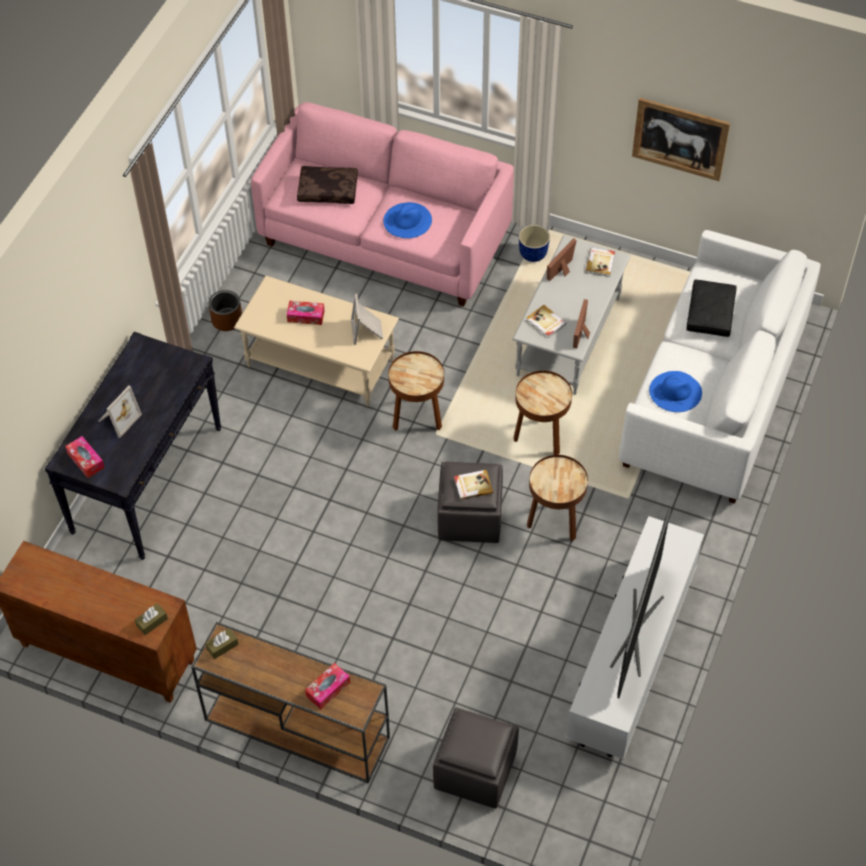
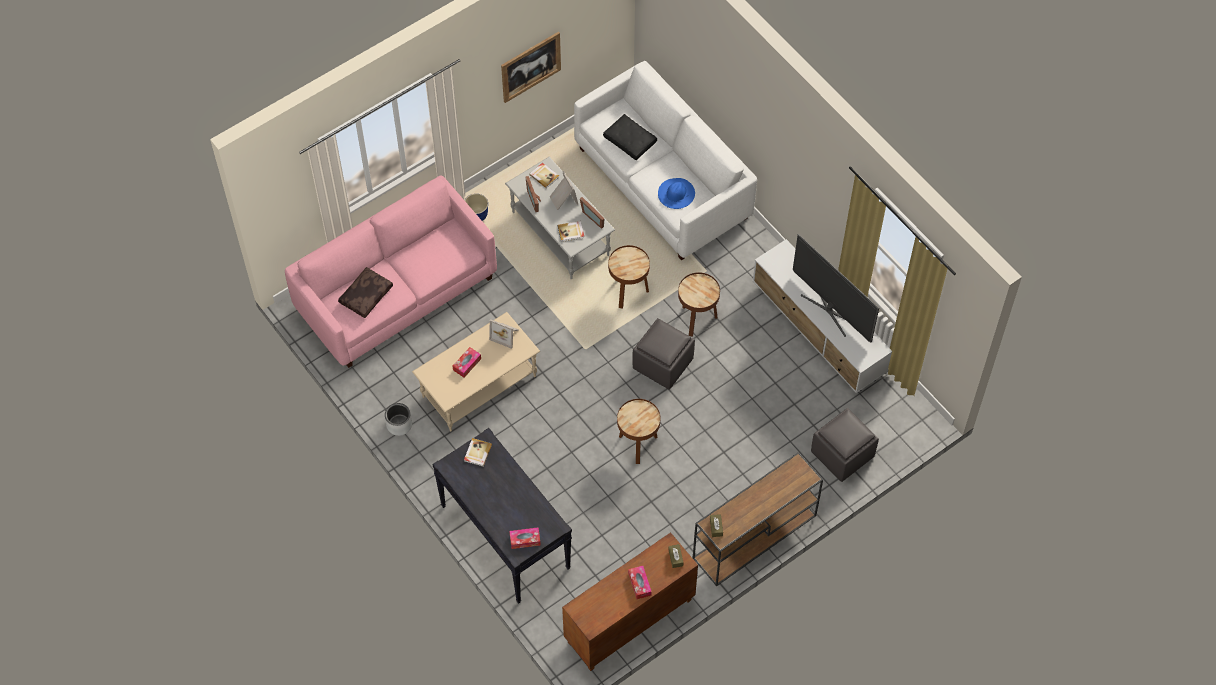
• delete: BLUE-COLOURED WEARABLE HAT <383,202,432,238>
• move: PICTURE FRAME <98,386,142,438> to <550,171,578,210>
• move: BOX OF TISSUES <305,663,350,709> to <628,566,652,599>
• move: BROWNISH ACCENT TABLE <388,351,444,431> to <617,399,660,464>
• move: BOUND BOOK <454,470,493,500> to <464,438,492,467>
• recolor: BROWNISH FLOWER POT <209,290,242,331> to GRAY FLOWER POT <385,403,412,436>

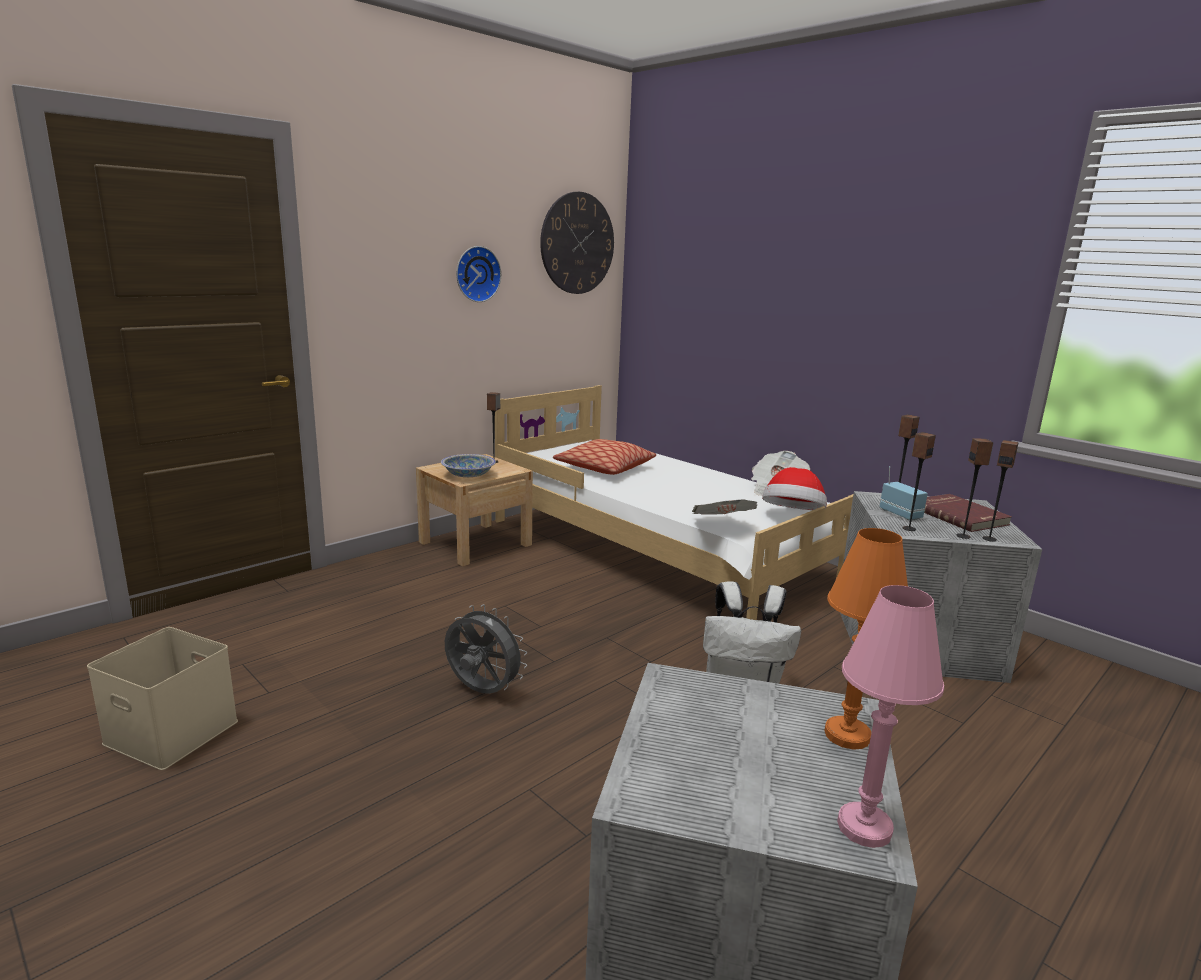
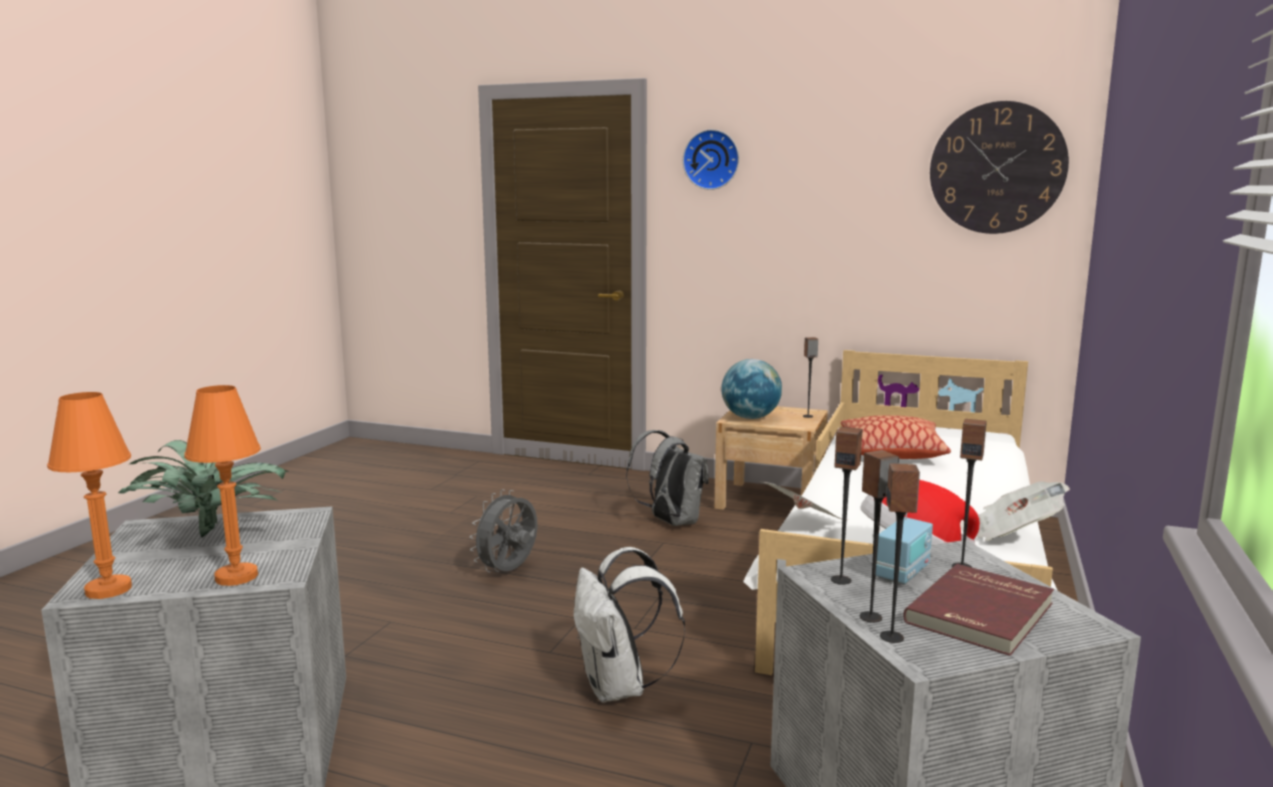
• delete: BEIGE STORAGE BOX <87,627,238,770>
• insert: PLANT IN A POT <118,440,288,537>
• insert: GRAY BACKPACK <626,430,709,526>
• move: WALL CLOCK <456,246,501,302> to <683,129,739,190>
• replace: SERVING BOWL <441,454,496,477> to WORLD GLOBE <721,359,782,419>
• recolor: PINKISH TABLETOP LAMP <837,585,944,848> to ORANGEY TABLETOP LAMP <47,392,132,599>
• rotate: GRAY COOLING FAN <445,604,527,694> = <470,489,537,573> 150 degrees counterclockwise

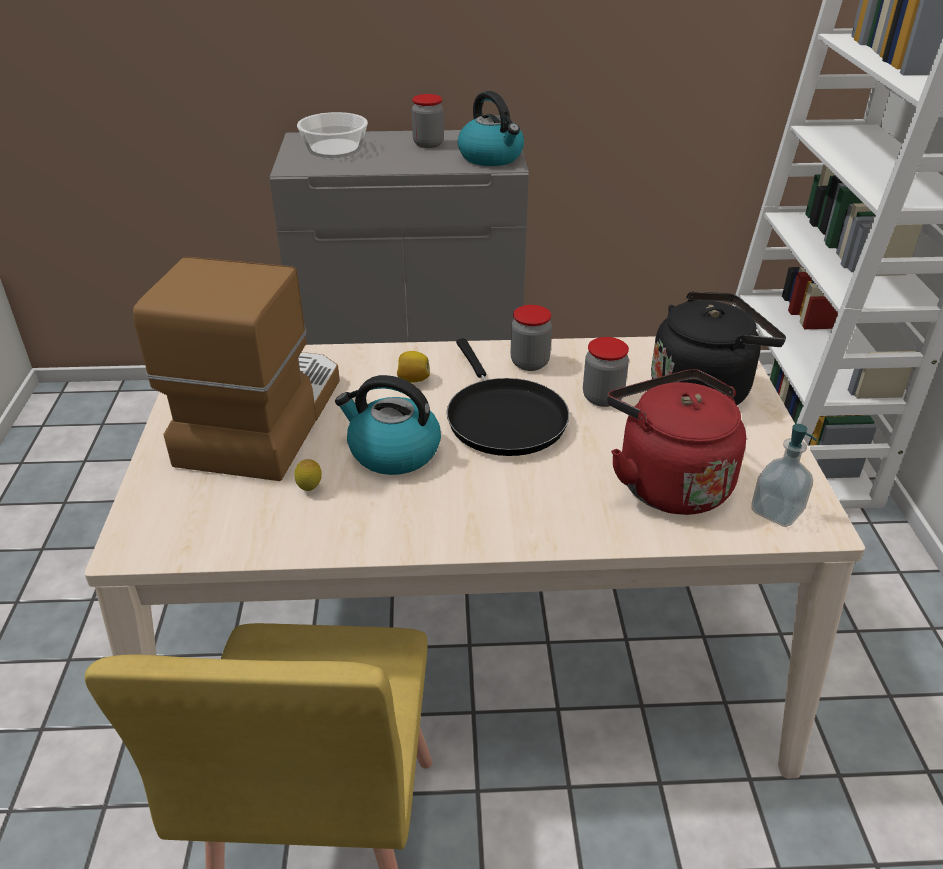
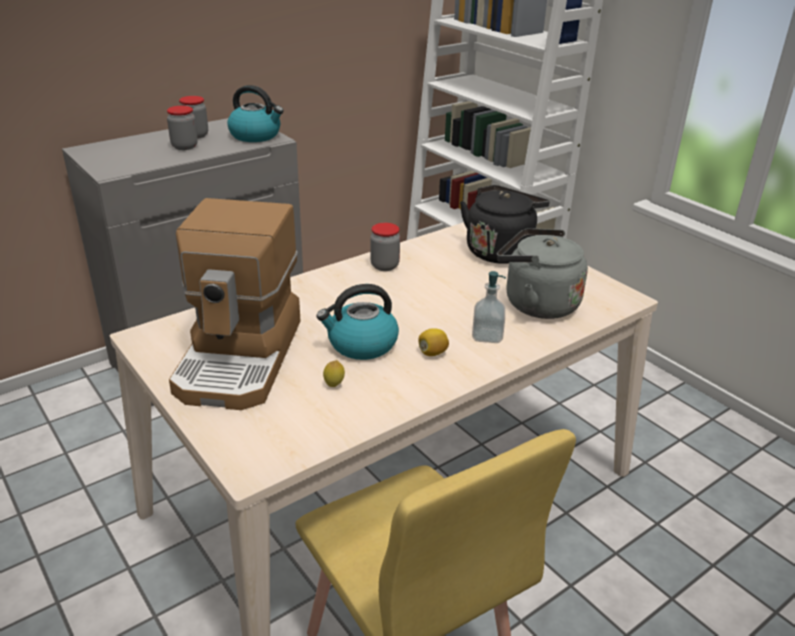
• delete: SERVING BOWL <297,112,368,158>
• delete: BLACK-COLOURED FRYING PAN <447,338,569,456>
• move: LEMON <397,351,430,382> to <418,328,449,356>
• move: PRESERVE JAR <583,337,629,407> to <167,106,198,150>
• move: SOAP DISPENSER <751,424,817,527> to <472,271,506,343>
• recolor: RED KETTLE <607,369,746,515> to GRAY KETTLE <497,228,588,319>
• rotate: COFFEE BREWER <133,257,340,481> = <169,198,300,410> 150 degrees counterclockwise

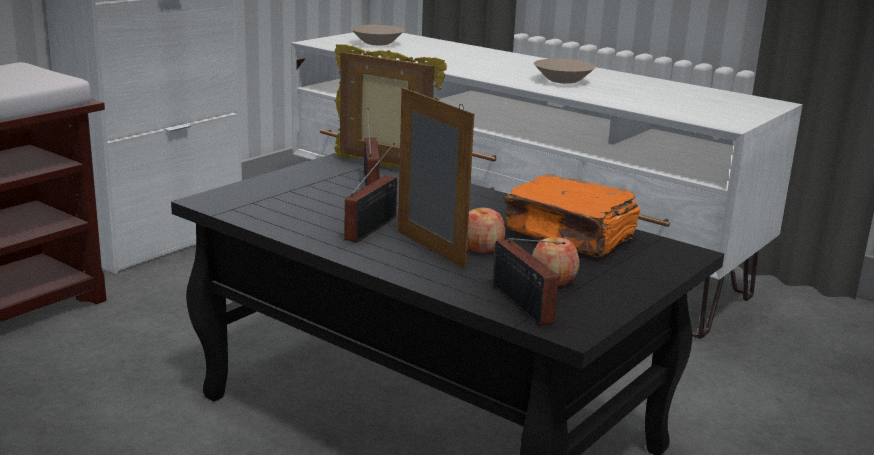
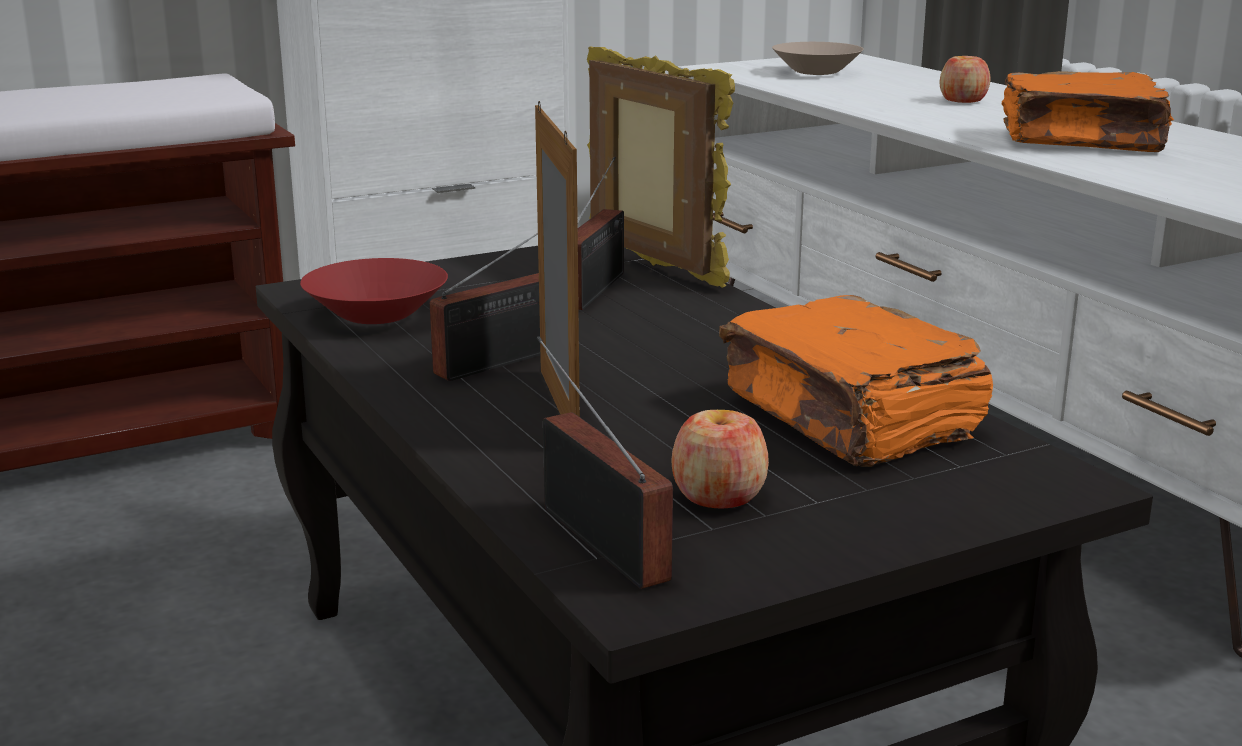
• insert: RED SERVING BOWL <300,258,448,324>
• move: APPLE <467,208,505,253> to <940,56,991,103>
• replace: BEIGE SERVING BOWL <534,59,596,84> to ORANGEY BOUND BOOK <1002,71,1174,152>
• rotate: RADIO SET <493,238,565,326> = <537,336,673,589> 150 degrees clockwise

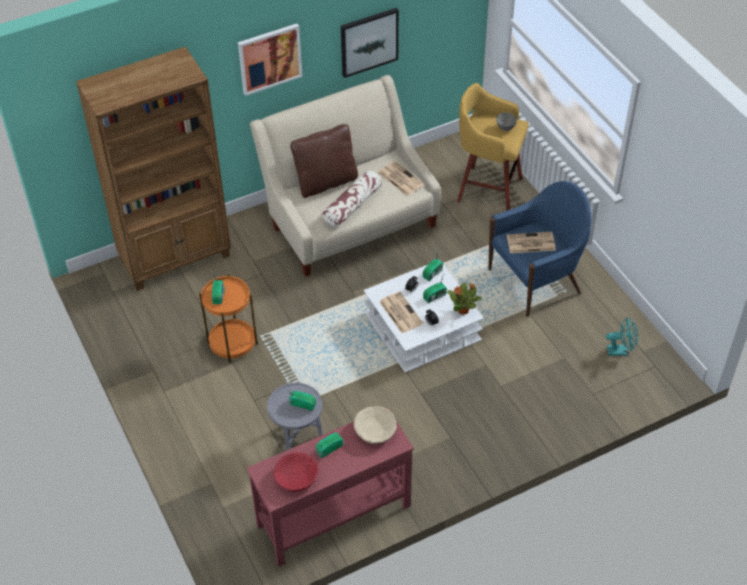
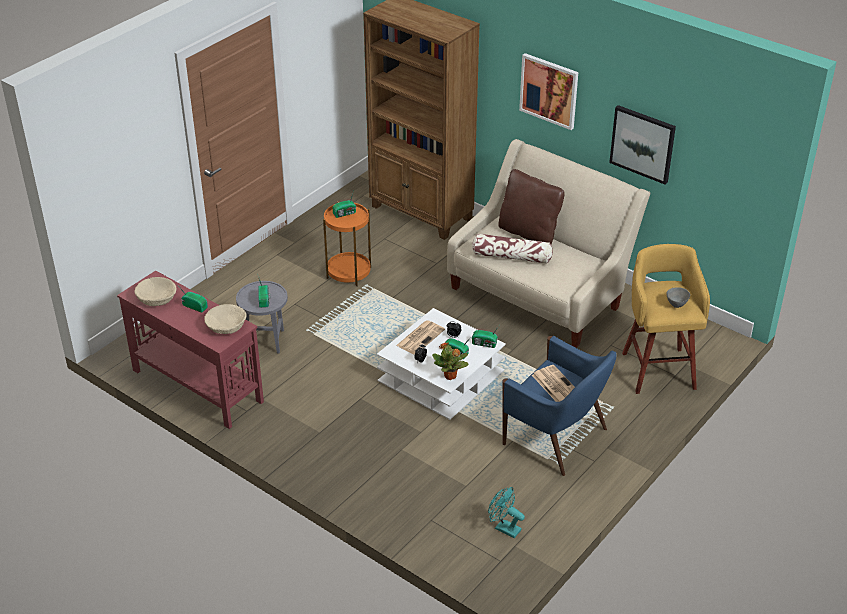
• delete: DAILY PAPER <378,161,424,196>
• recolor: RED SERVING BOWL <274,452,319,492> to BEIGE SERVING BOWL <134,277,176,306>
• rotate: TURQUOISE COOLING FAN <606,317,638,356> = <488,487,525,538> 150 degrees clockwise

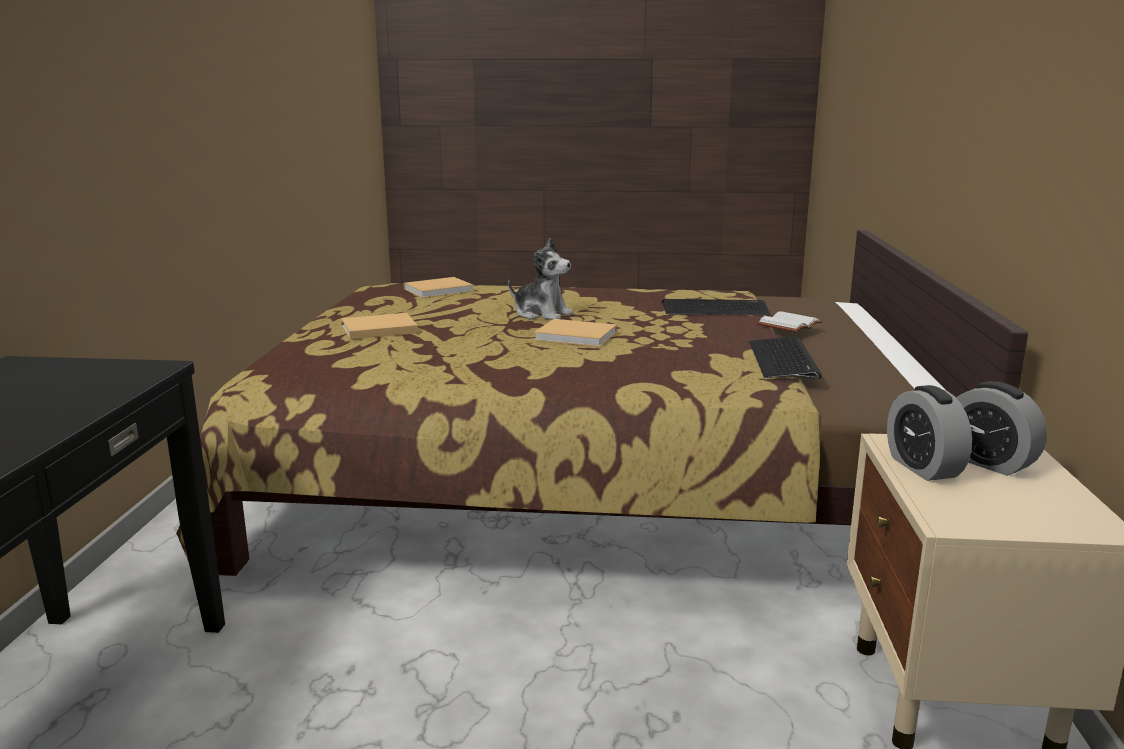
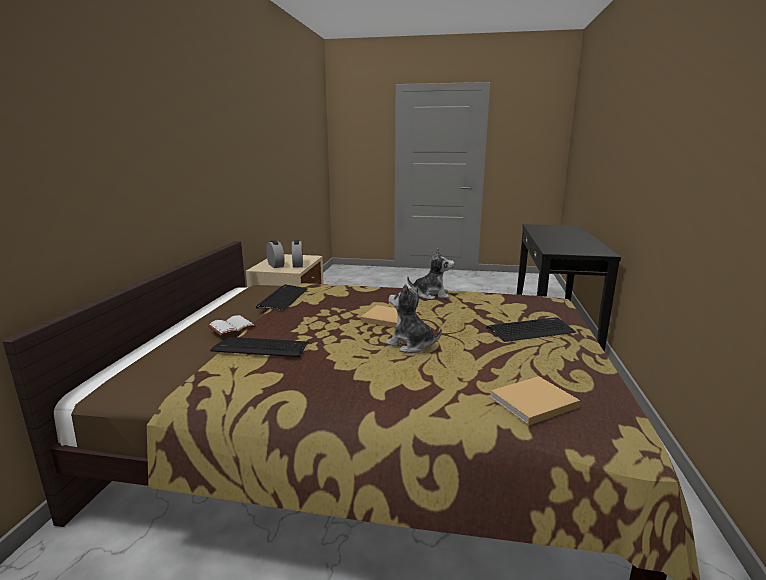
• insert: PLUSH TOY <407,248,455,300>
• replace: BEIGE BOUND BOOK <342,313,418,340> to KEYBOARD <486,318,576,342>

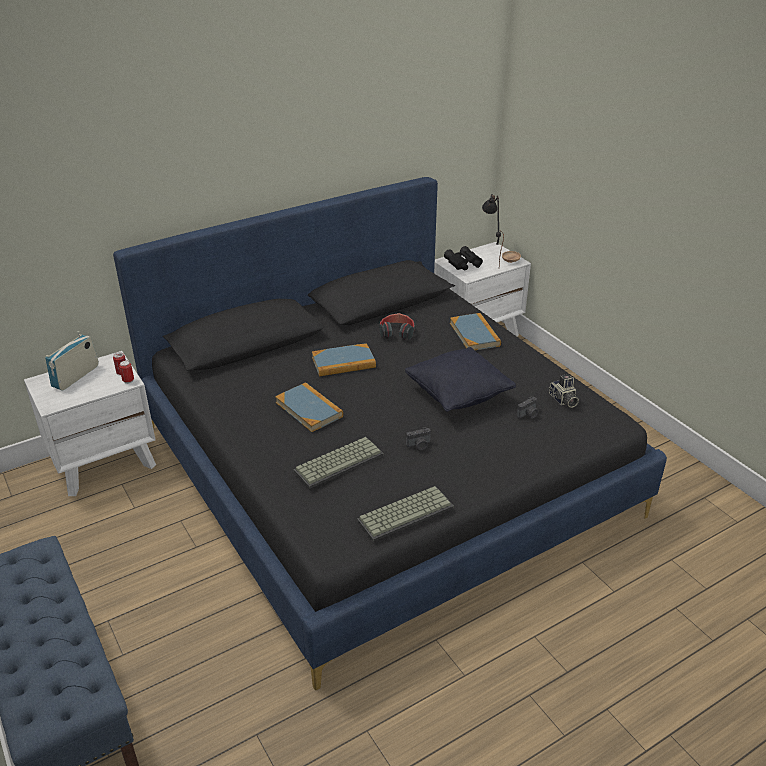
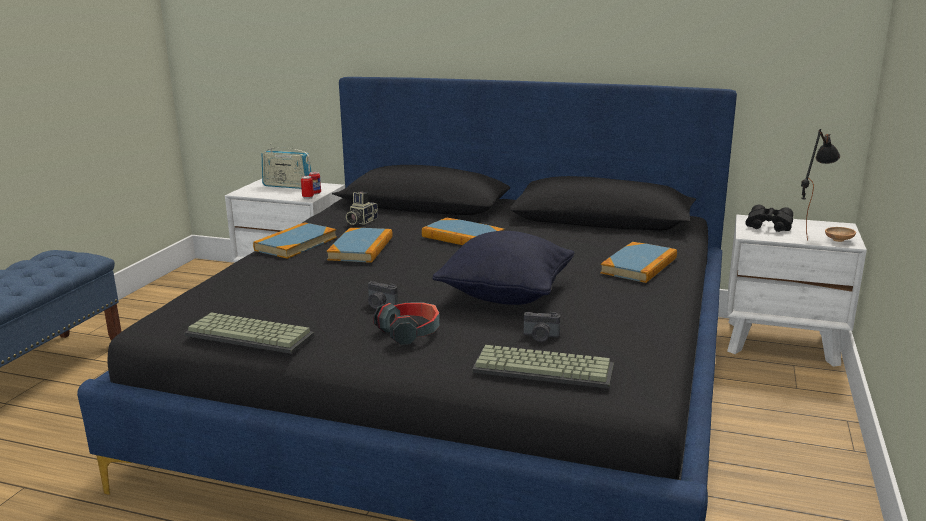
• insert: BOUND BOOK <253,222,337,259>
• move: KEYBOARD <294,437,384,489> to <472,345,614,389>
• move: HEADSET <380,313,414,340> to <373,303,440,345>
• move: PHOTO CAMERA <548,374,579,408> to <346,192,378,225>
• rotate: RADIO SET <46,331,99,391> = <262,143,312,189> 150 degrees counterclockwise

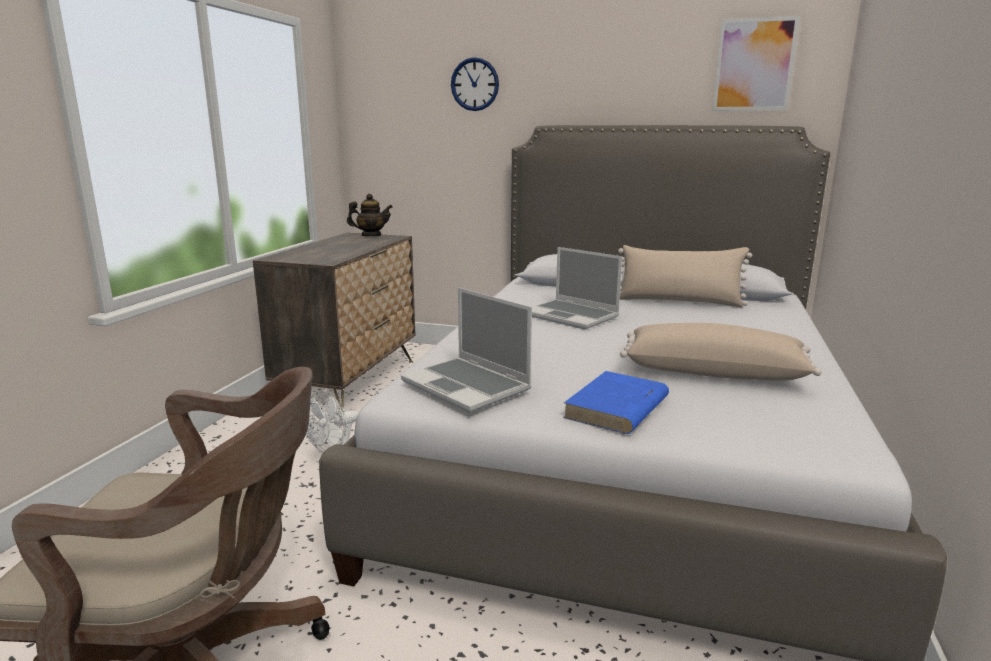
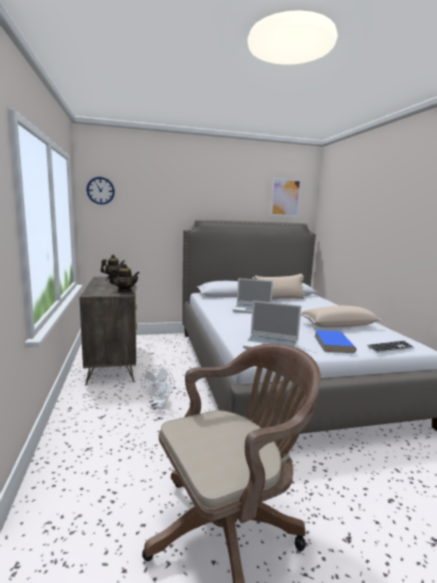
• insert: TEA POT <109,264,140,292>
• insert: KEYBOARD <367,340,415,353>
• move: WALL CLOCK <451,57,499,111> to <86,177,115,205>

